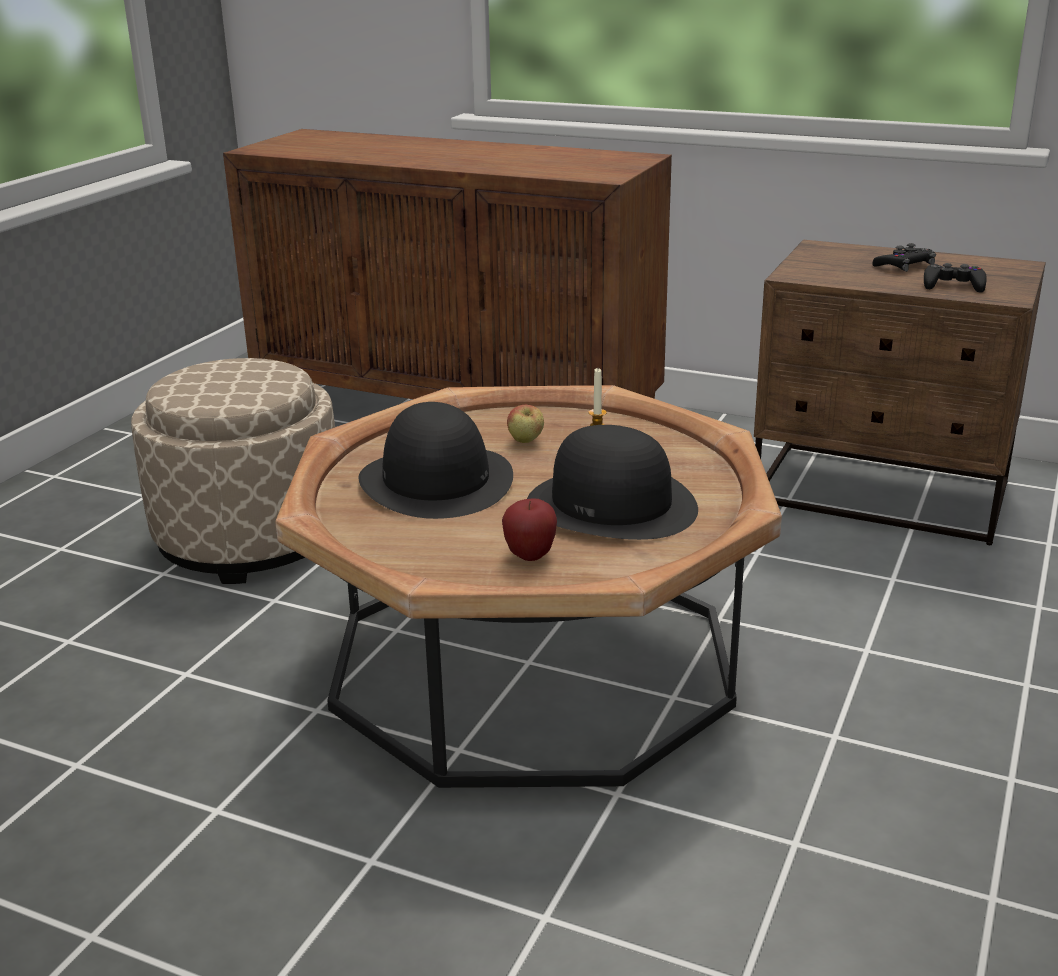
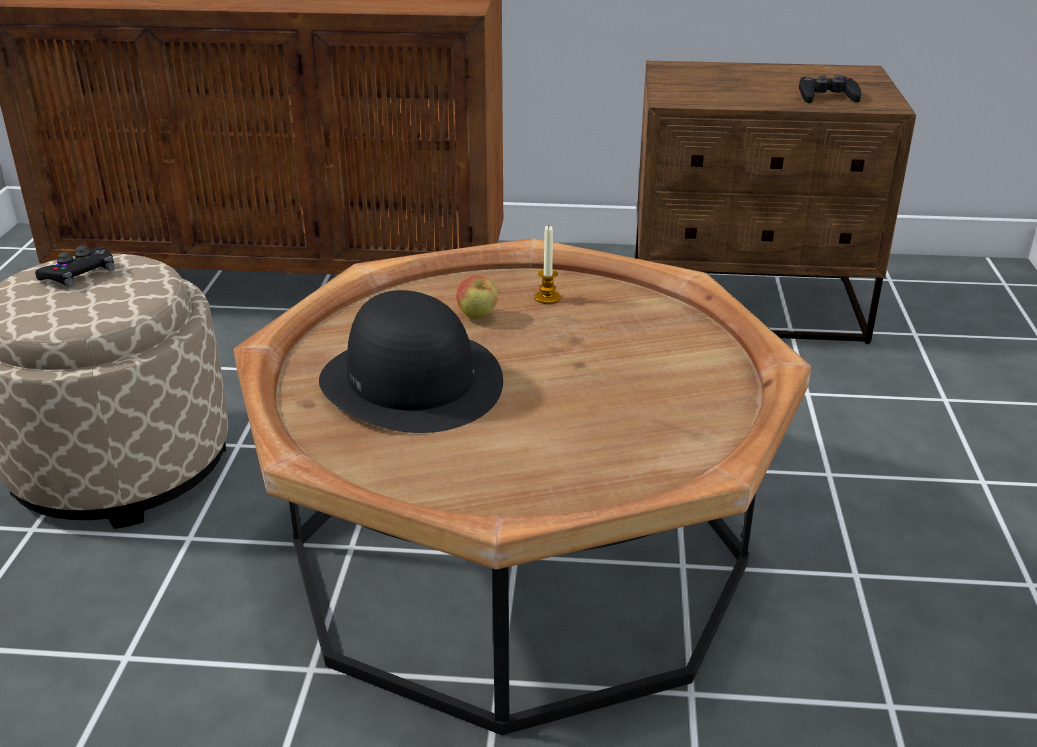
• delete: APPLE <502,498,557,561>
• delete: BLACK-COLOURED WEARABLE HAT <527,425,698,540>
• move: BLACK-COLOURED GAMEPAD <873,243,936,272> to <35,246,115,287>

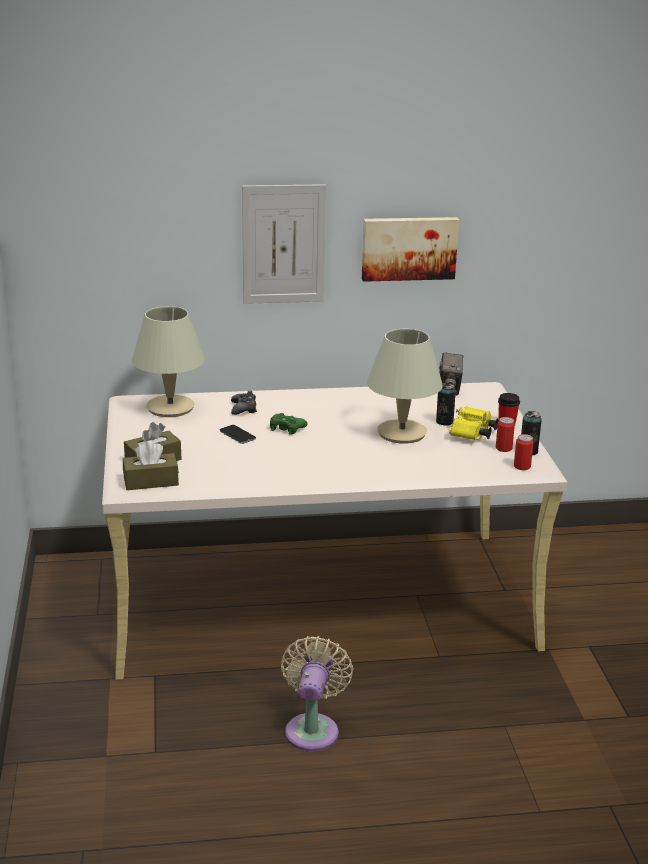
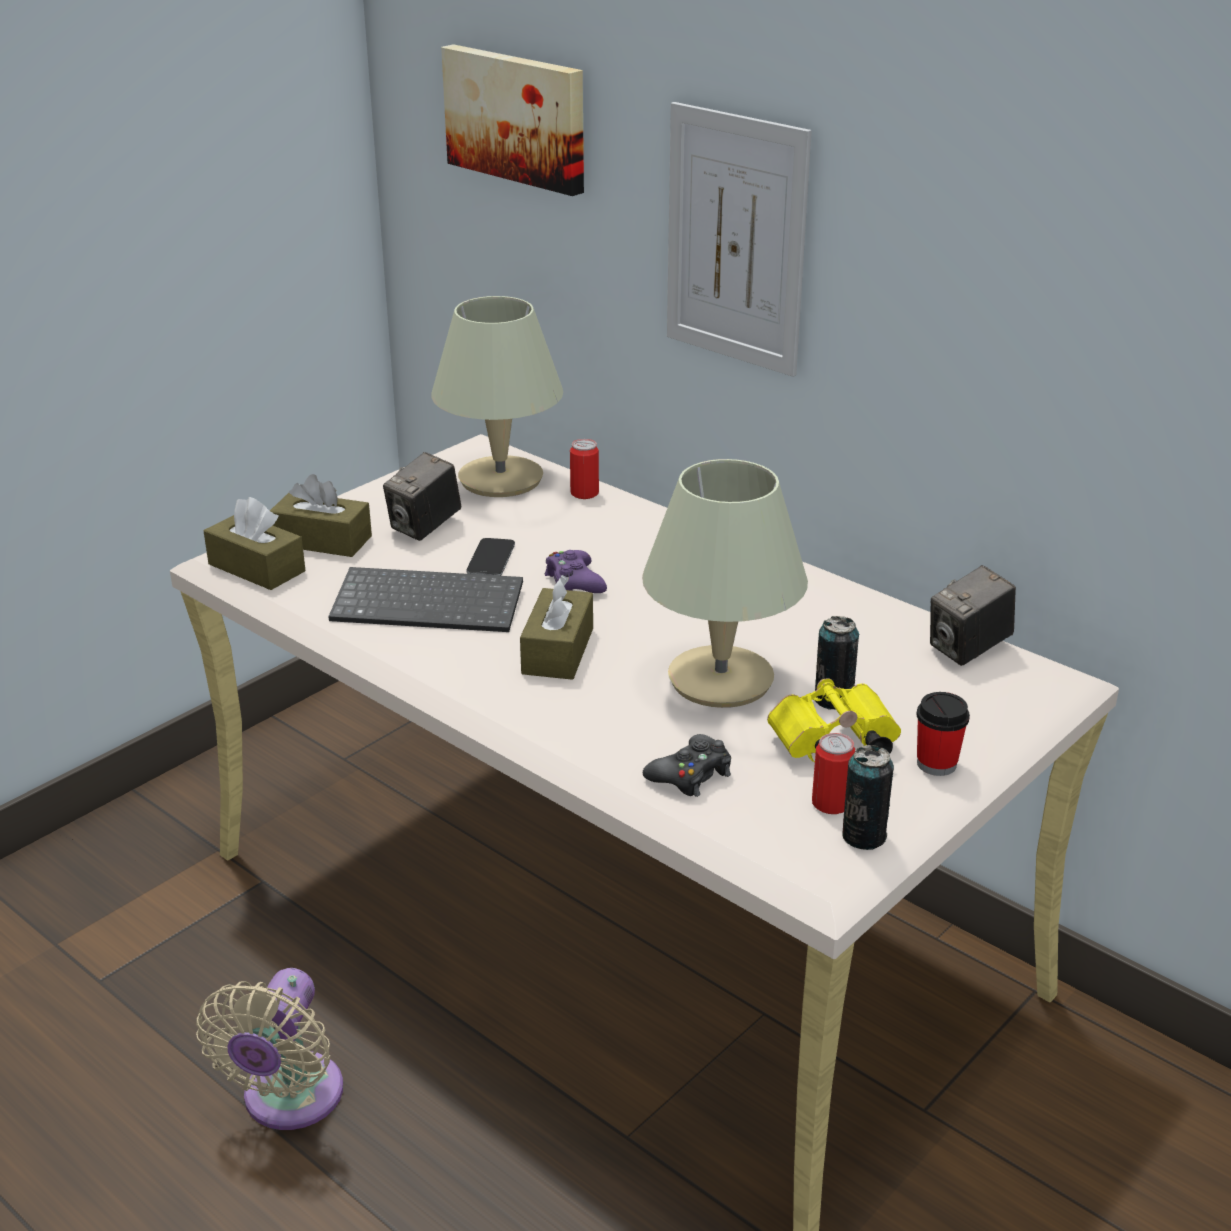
• insert: KEYBOARD <328,567,523,632>
• insert: PHOTO CAMERA <383,452,461,541>
• insert: BROWNISH BOX OF TISSUES <520,575,593,680>
• move: BLACK-COLOURED GAMEPAD <231,391,257,415> to <643,734,731,797>
• move: WALL PICTURE <362,217,459,282> to <441,44,584,196>
• move: SEALED CAN <514,434,534,470> to <570,439,599,499>
• recolor: GREENISH GAMEPAD <270,413,307,435> to PURPLE-COLOURED GAMEPAD <545,550,607,593>
• rotate: BEIGE COOLING FAN <281,636,353,751> = <196,968,343,1130> 135 degrees clockwise

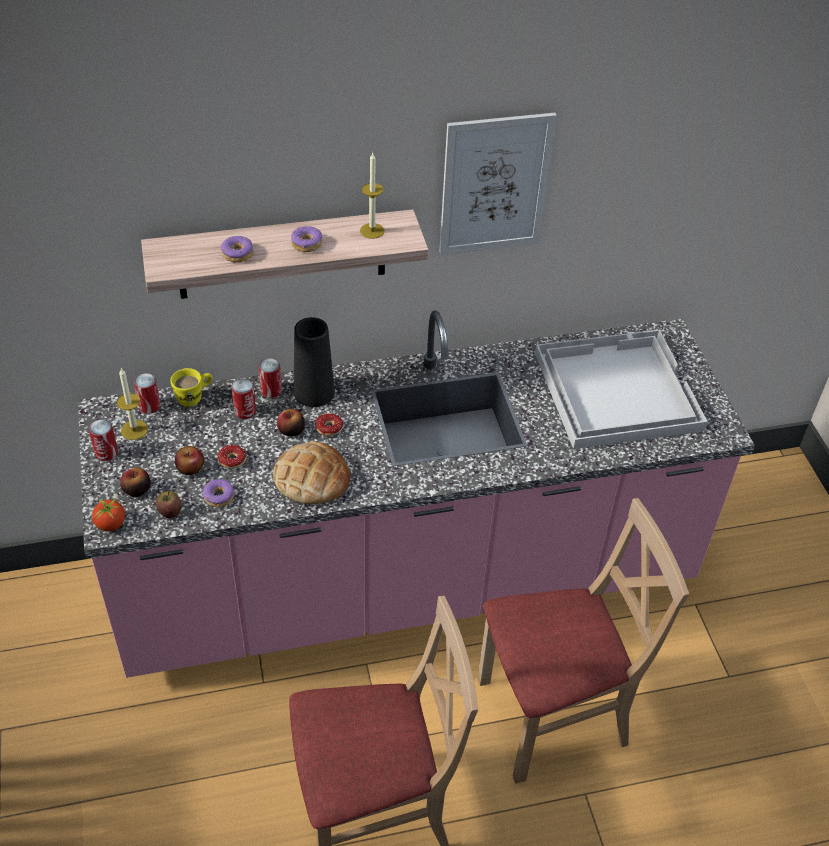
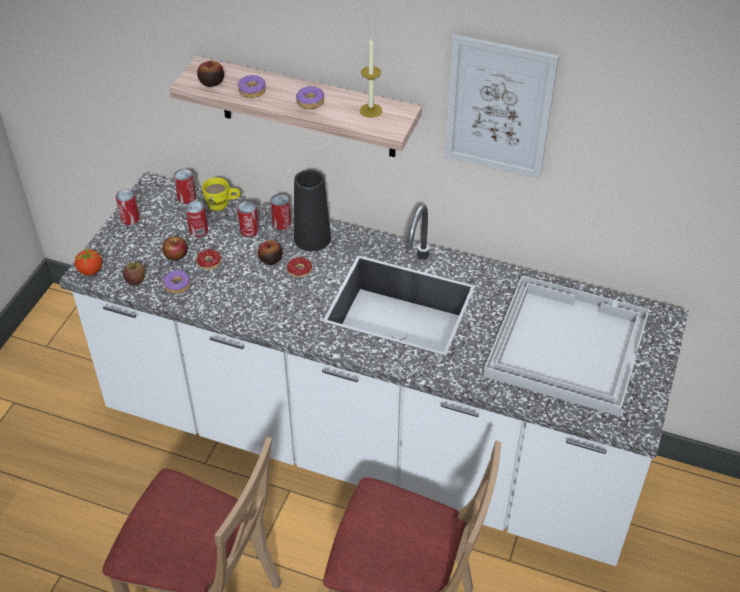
• delete: WAX LIGHT <117,368,148,440>
• delete: BAKED BREAD <273,441,350,504>
• insert: SEALED CAN <185,201,208,237>
• move: APPLE <120,468,151,497> to <197,61,224,87>
• recolor: PINKISH COUNTER <78,311,755,678> to WHITISH COUNTER <59,173,689,566>

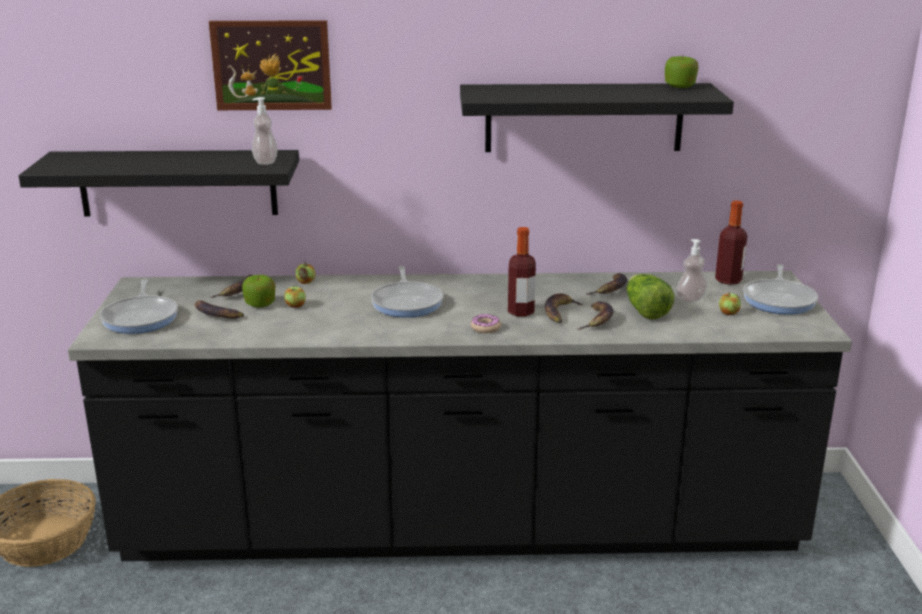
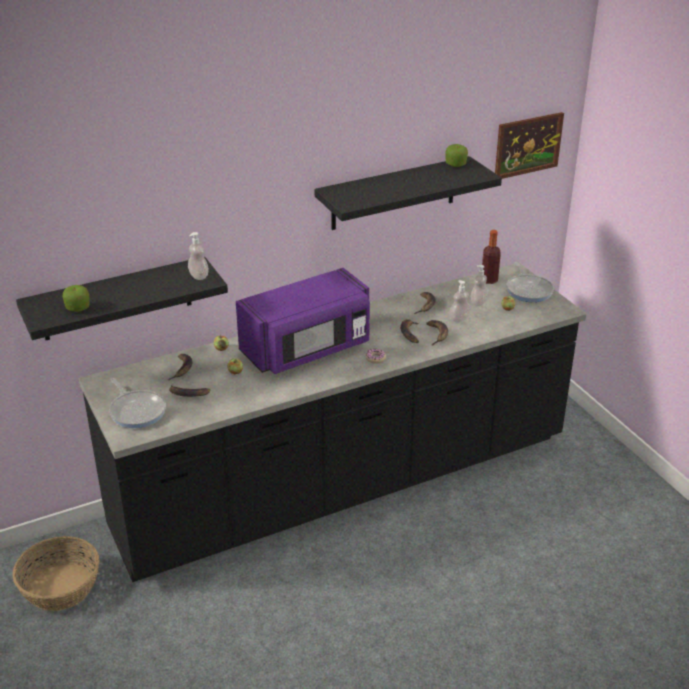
• delete: BEVERAGE BOTTLE <508,227,536,317>
• move: WALL PICTURE <209,20,332,110> to <495,112,564,179>
• move: APPLE <242,275,275,308> to <62,285,90,312>
• replace: FRYING PAN <371,266,443,317> to PURPLE-COLOURED MICROWAVE OVEN <236,268,370,374>
• replace: HEAD OF LETTUCE <627,274,674,319> to SOAP DISPENSER <449,280,471,322>

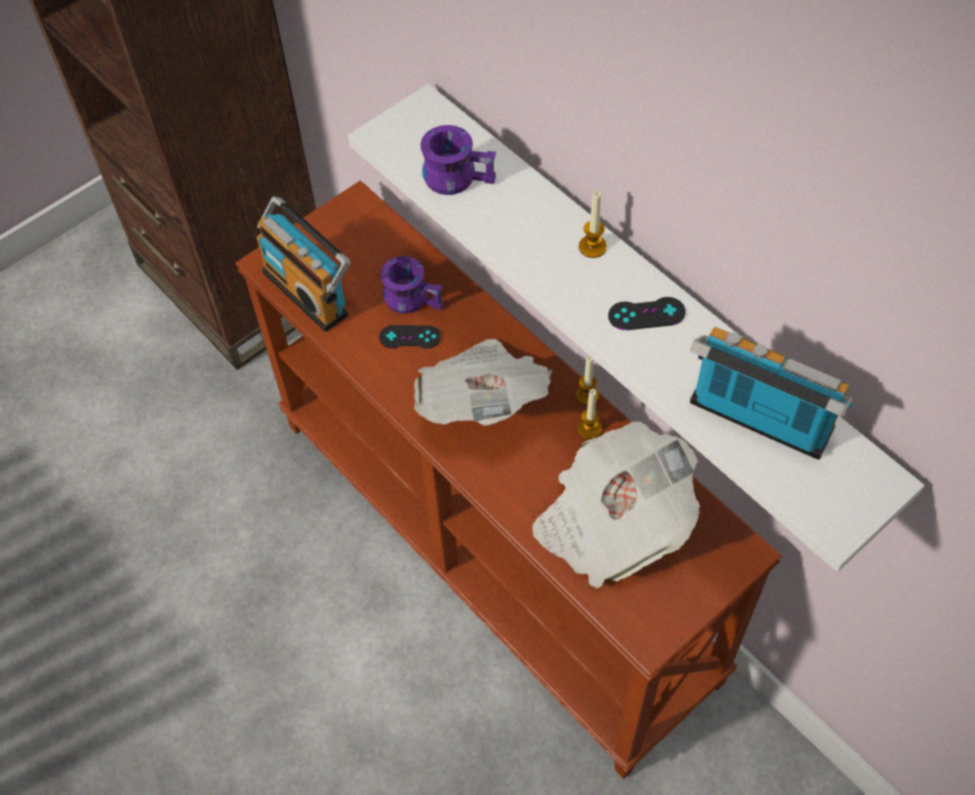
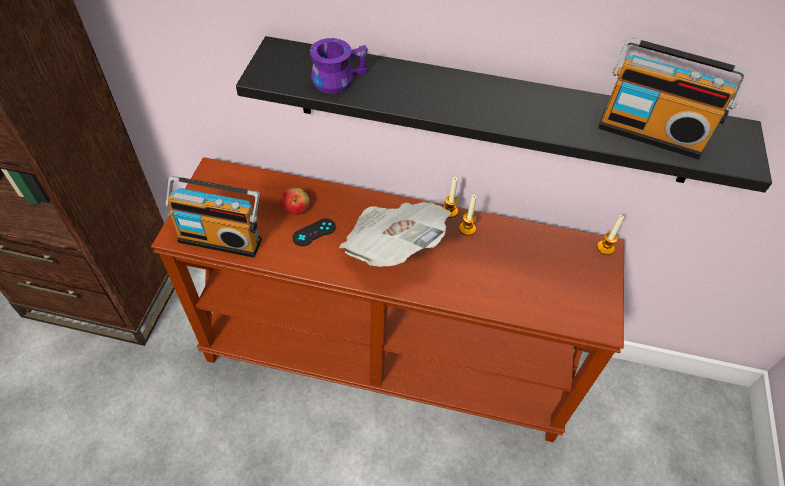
• delete: DAILY PAPER <532,422,700,589>
• delete: BLACK-COLOURED GAMEPAD <608,297,686,330>
• move: WAX LIGHT <579,191,607,258> to <597,215,624,255>
• replace: PURPLE-COLOURED TEA MUG <380,256,443,314> to APPLE <281,188,309,215>
• recolor: WHITISH BRACKET SHELF <348,84,925,572> to BLACK-COLOURED BRACKET SHELF <236,36,772,192>
• rotate: RADIO SET <690,327,854,460> = <598,37,749,160> 150 degrees counterclockwise

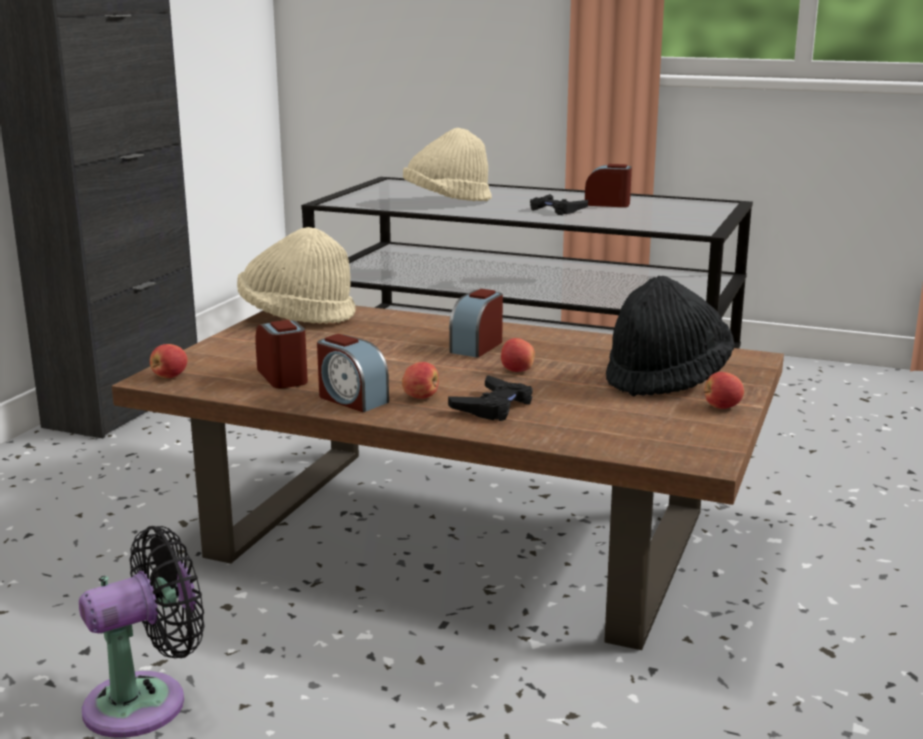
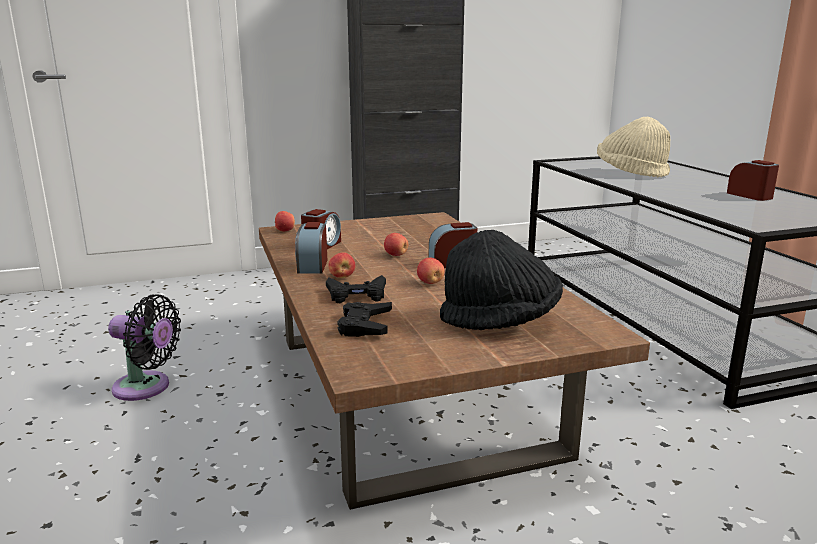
• delete: BEIGE WEARABLE HAT <237,227,355,324>
• move: BLACK-COLOURED GAMEPAD <530,194,588,215> to <337,302,392,337>
• move: APPLE <704,372,744,409> to <384,233,408,256>

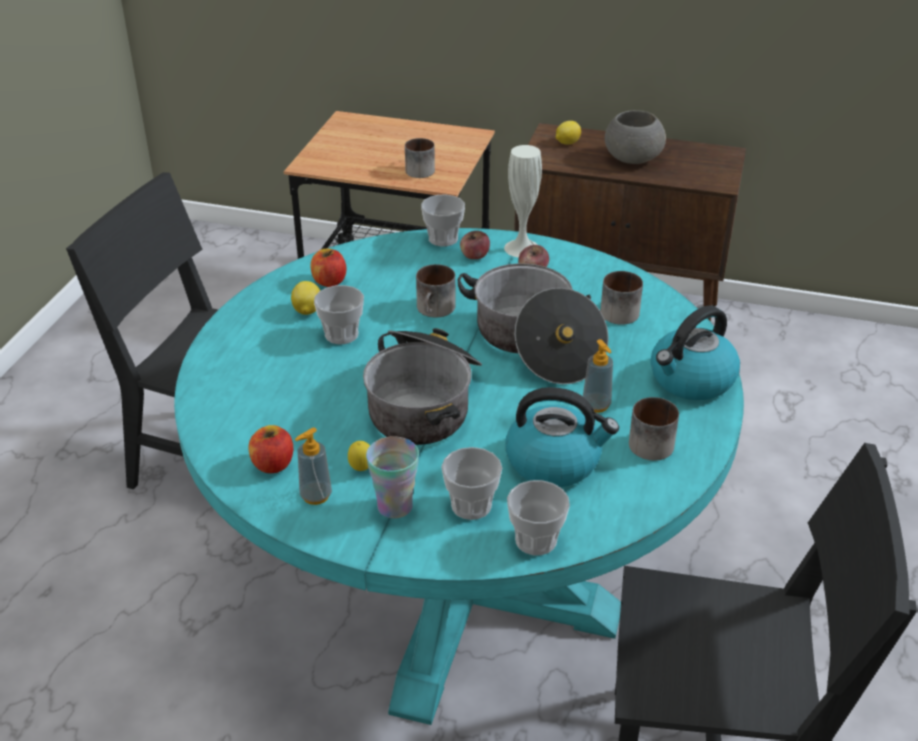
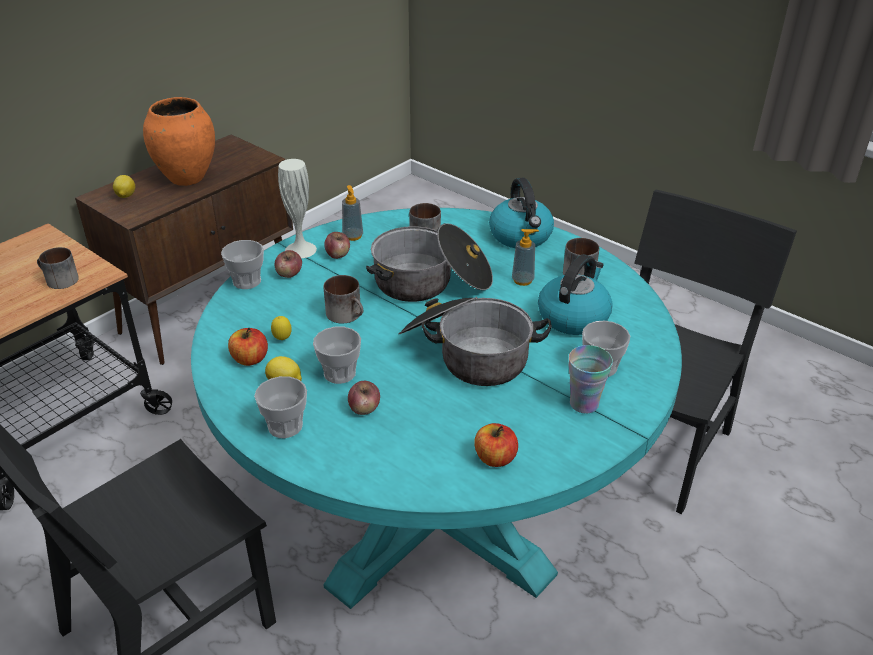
• insert: APPLE <348,381,380,415>
• move: SOAP DISPENSER <295,427,332,505> to <342,185,363,241>
• move: LEMON <348,441,370,471> to <271,316,291,340>
• move: DRINKING CUP <507,480,570,555> to <254,376,307,438>
• replace: GRAY SERVING BOWL <605,110,666,164> to ORANGEY VASE <143,97,215,186>

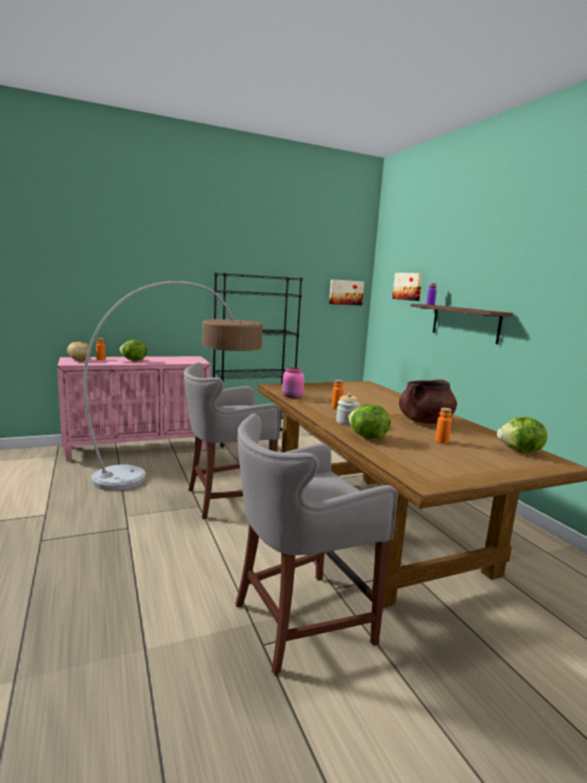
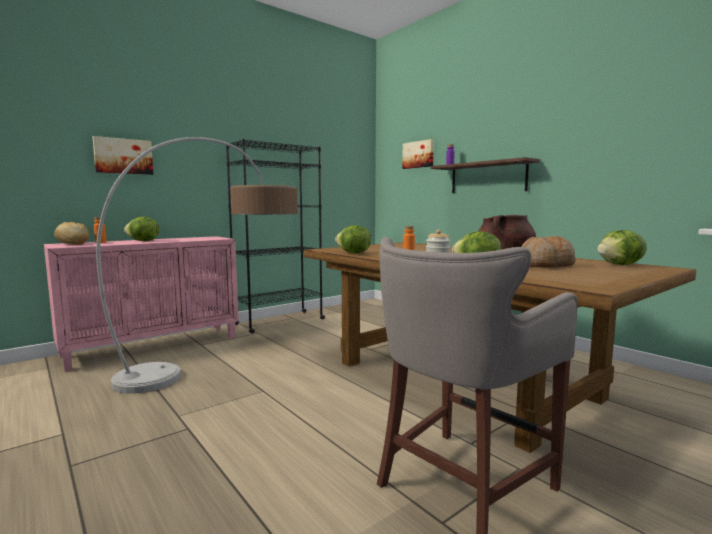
• delete: GRAY STOOL SEAT <184,362,280,519>
• move: WALL PICTURE <329,279,364,305> to <93,136,153,175>
• replace: PINKISH PRESERVE JAR <282,367,304,399> to HEAD OF LETTUCE <335,225,371,253>
• replace: ORANGEY BEVERAGE BOTTLE <435,408,452,444> to BAKED BREAD <521,236,576,267>

